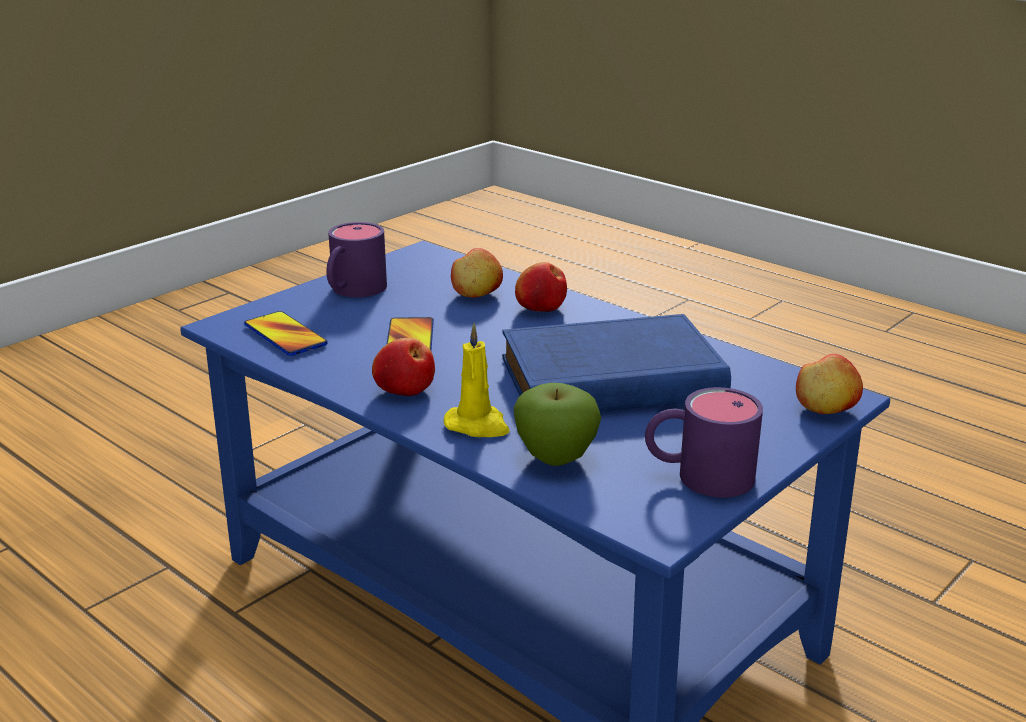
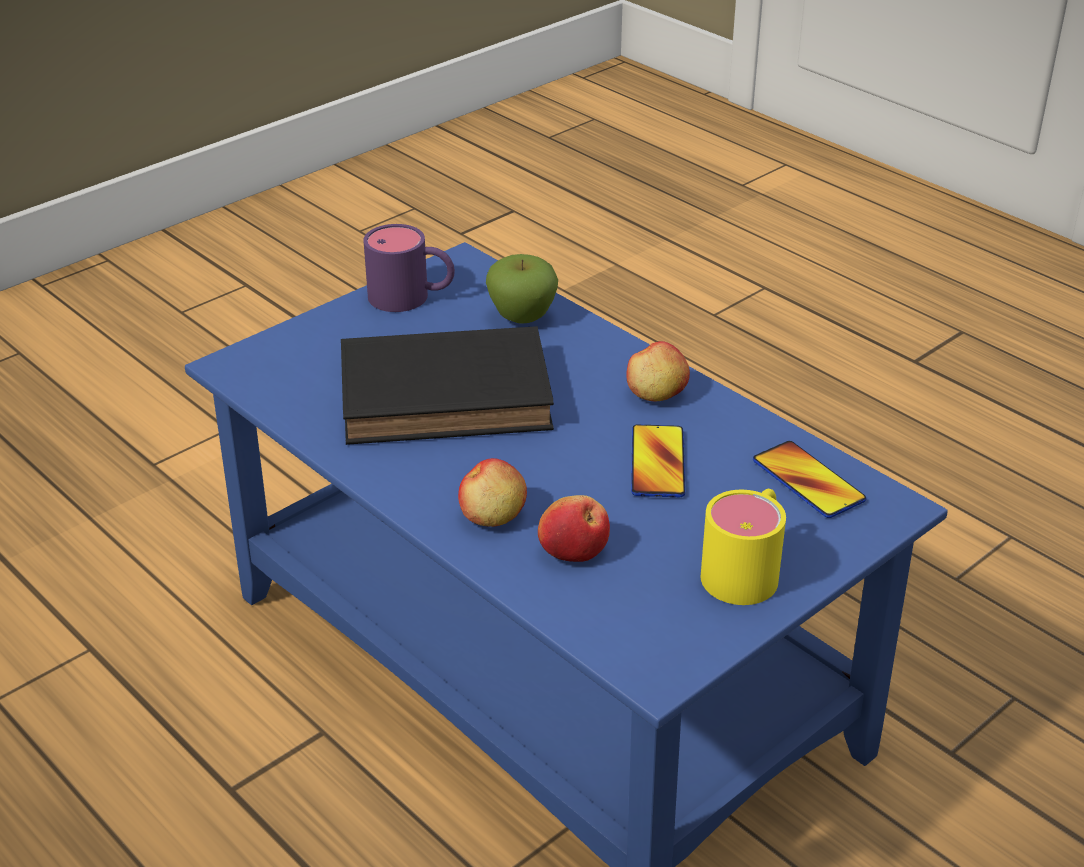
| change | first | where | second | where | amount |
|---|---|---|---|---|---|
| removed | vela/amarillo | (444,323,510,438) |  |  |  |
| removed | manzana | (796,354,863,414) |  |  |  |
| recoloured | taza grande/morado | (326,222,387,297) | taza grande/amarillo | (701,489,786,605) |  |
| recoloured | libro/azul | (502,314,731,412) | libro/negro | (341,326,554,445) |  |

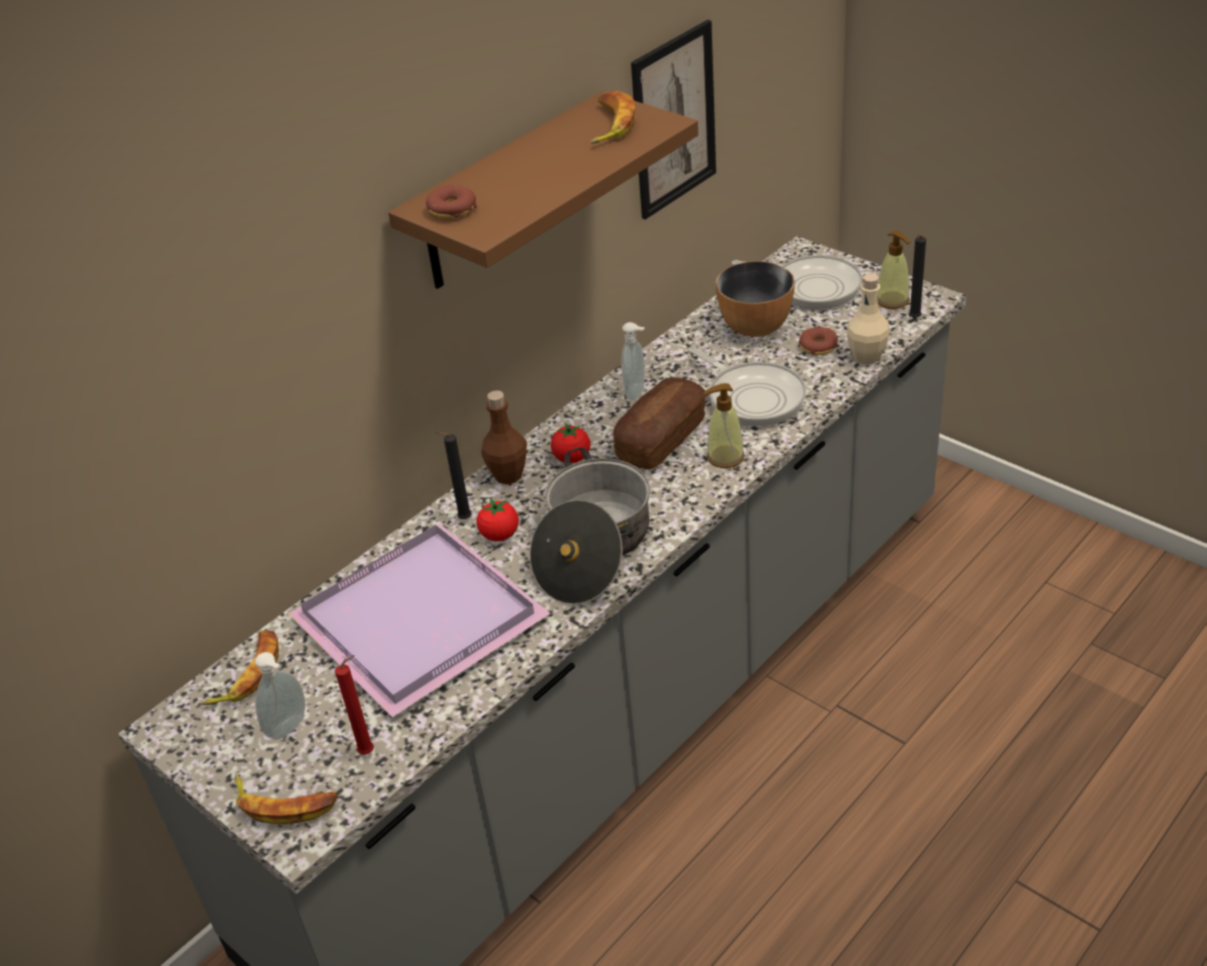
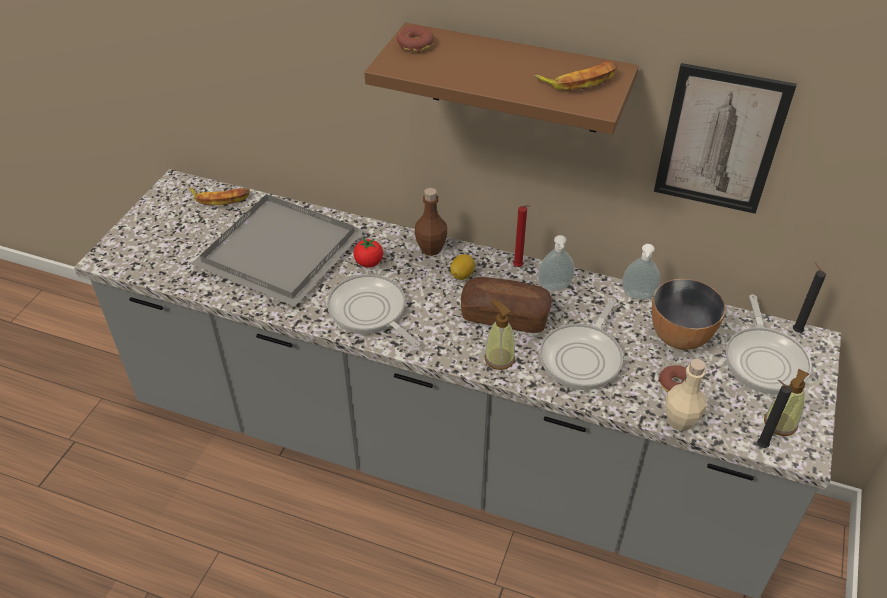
| change | first | where | second | where | amount |
|---|---|---|---|---|---|
| removed | plátano | (235,774,338,824) |  |  |  |
| moved | dispensador de jabón | (255,652,305,740) |  | (622,244,660,300) |  |
| moved | vela/rojo | (335,655,374,755) |  | (513,205,530,267) |  |
| moved | vela/negro | (436,432,472,519) |  | (793,262,826,333) |  |
| replaced | olla | (529,448,650,604) | sartén | (327,274,420,348) |  |
| replaced | tomate | (551,423,590,463) | limón | (450,254,475,280) |  |
| recoloured | bandeja/morado | (288,524,551,717) | bandeja/gris | (191,194,365,307) |  |

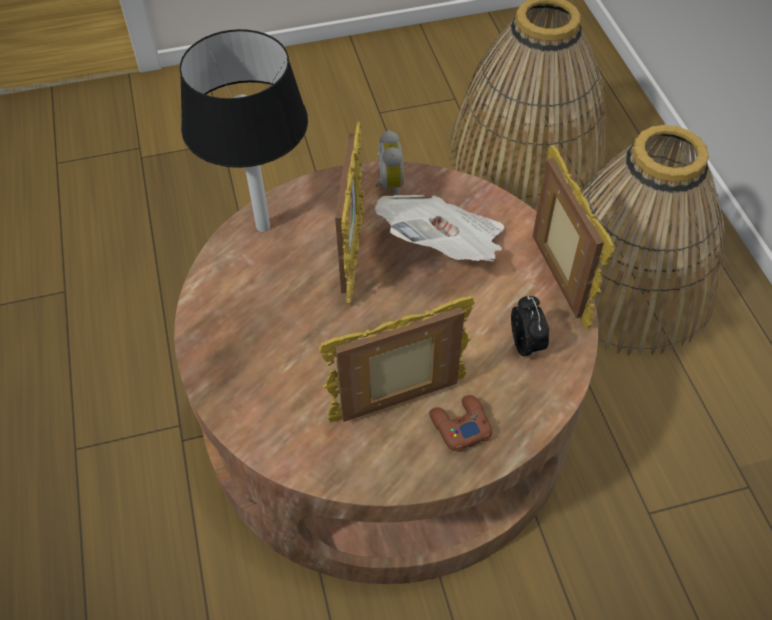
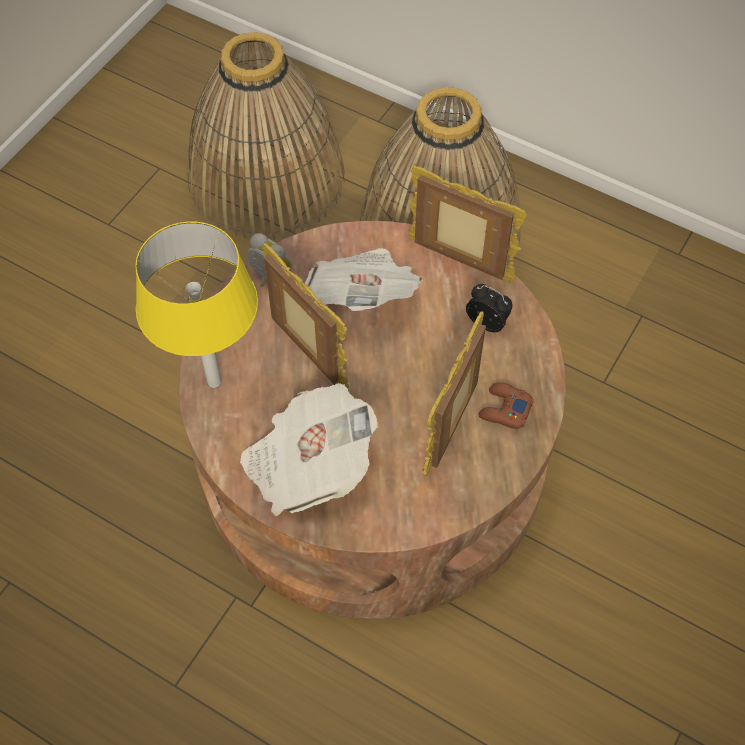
| change | first | where | second | where | amount |
|---|---|---|---|---|---|
| added |  |  | periódico | (240,383,378,516) |  |
| recoloured | lámpara de mesa/negro | (180,29,308,232) | lámpara de mesa/amarillo | (135,222,258,388) |  |

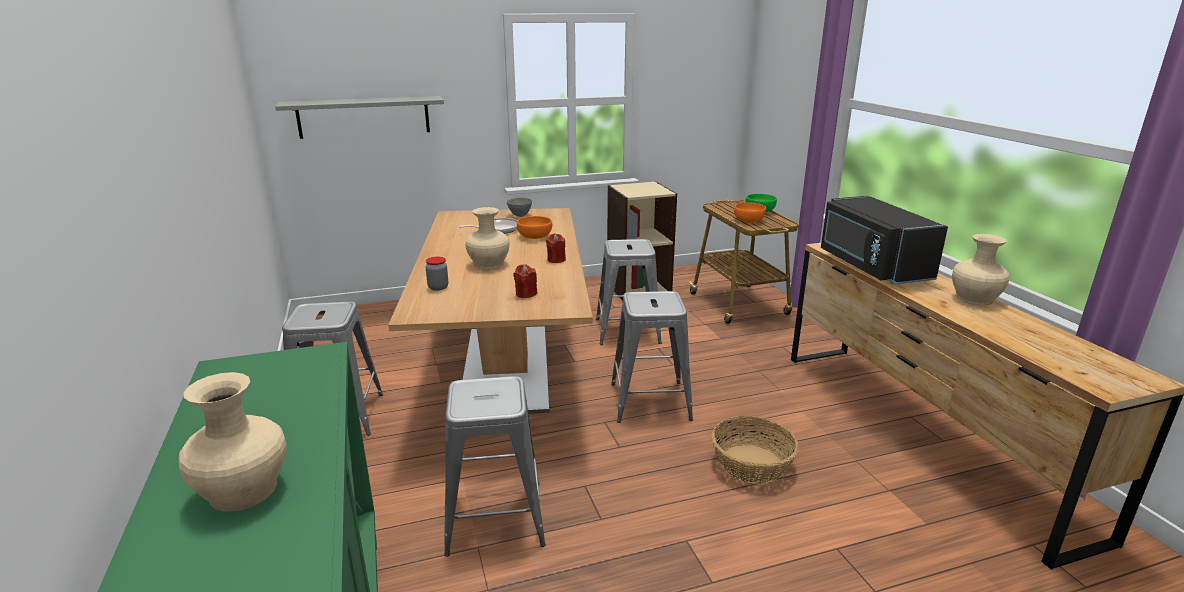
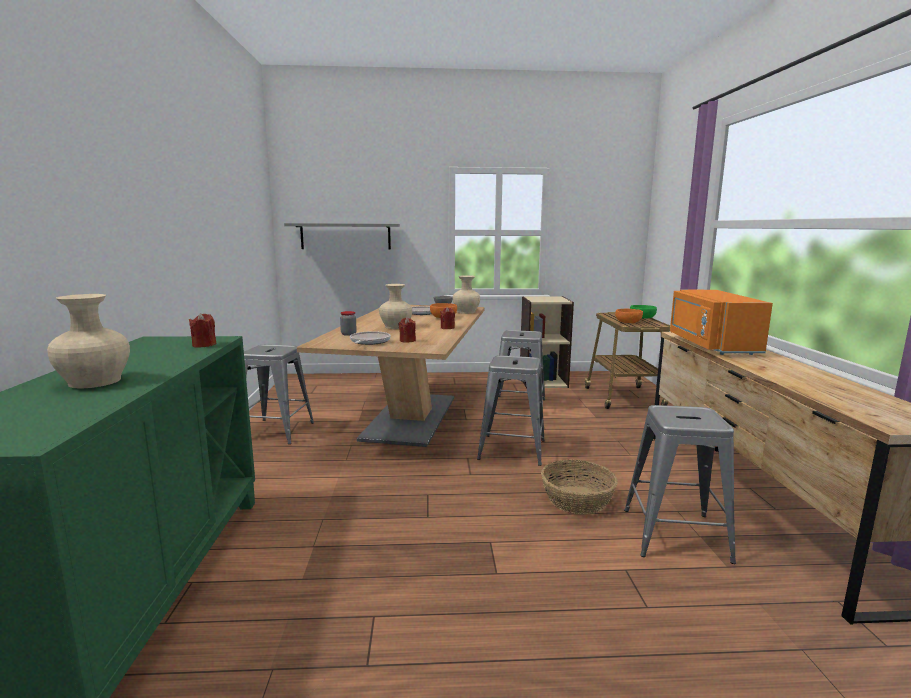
| change | first | where | second | where | amount |
|---|---|---|---|---|---|
| added |  |  | vela/rojo | (189,313,217,347) |  |
| added |  |  | sartén | (350,331,391,345) |  |
| moved | taburete/gris | (444,376,546,557) |  | (624,405,736,564) |  |
| moved | florero/beis | (952,234,1010,305) |  | (453,275,480,314) |  |
| recoloured | microondas/negro | (821,196,948,284) | microondas/naranja | (670,290,773,355) |  |

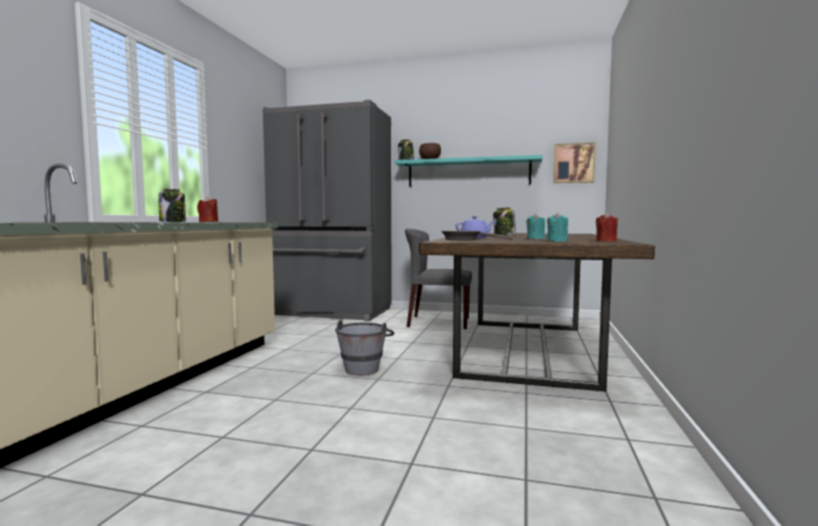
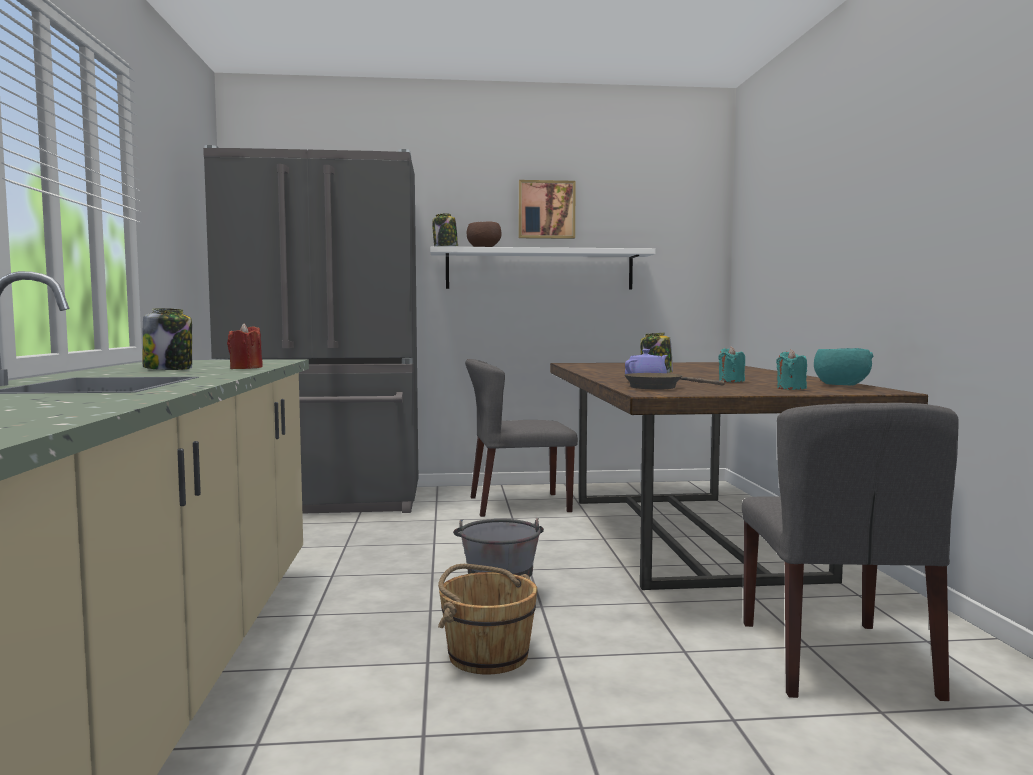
| change | first | where | second | where | amount |
|---|---|---|---|---|---|
| added |  |  | cubo/marrón | (438,564,537,674) |  |
| added |  |  | silla/gris | (742,403,958,701) |  |
| moved | cuadro | (553,142,596,183) |  | (519,180,576,239) |  |
| replaced | vela/rojo | (596,213,618,242) | cuenco/turquesa | (814,348,874,385) |  |
| recoloured | estante/turquesa | (395,155,543,187) | estante/blanco | (430,246,656,290) |  |

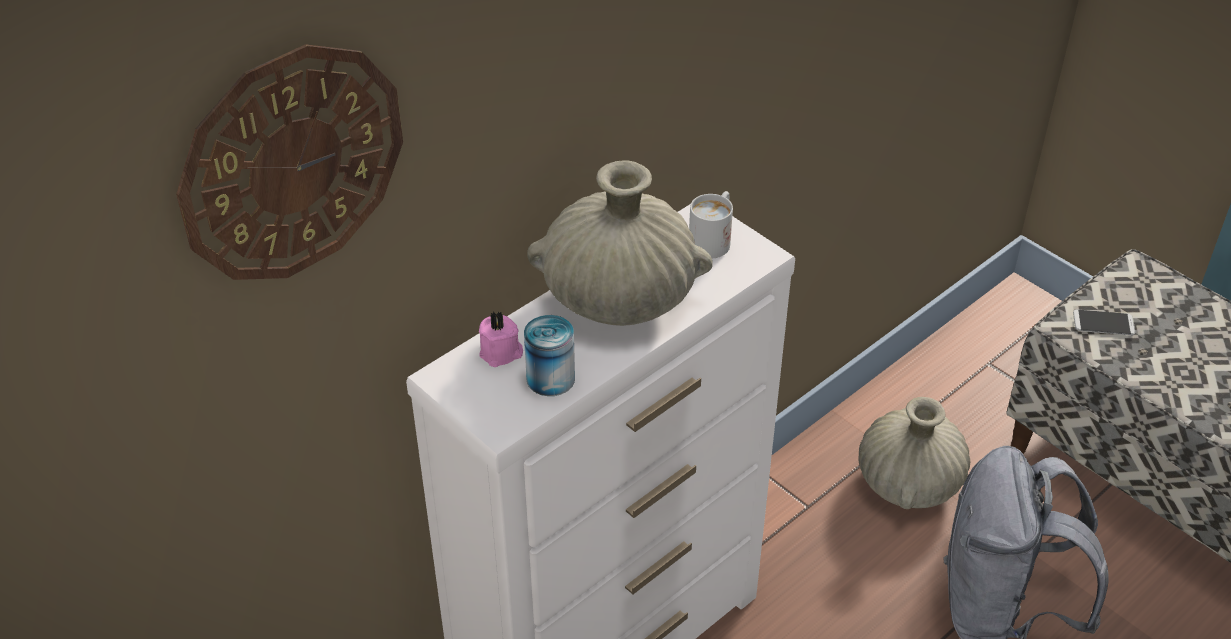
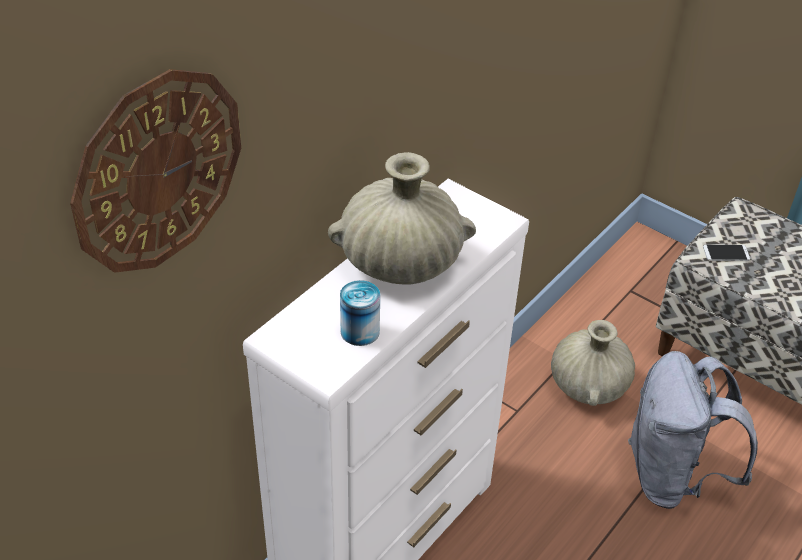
| change | first | where | second | where | amount |
|---|---|---|---|---|---|
| removed | vela/rosa | (479,312,523,367) |  |  |  |
| removed | taza grande/blanco | (689,191,733,258) |  |  |  |

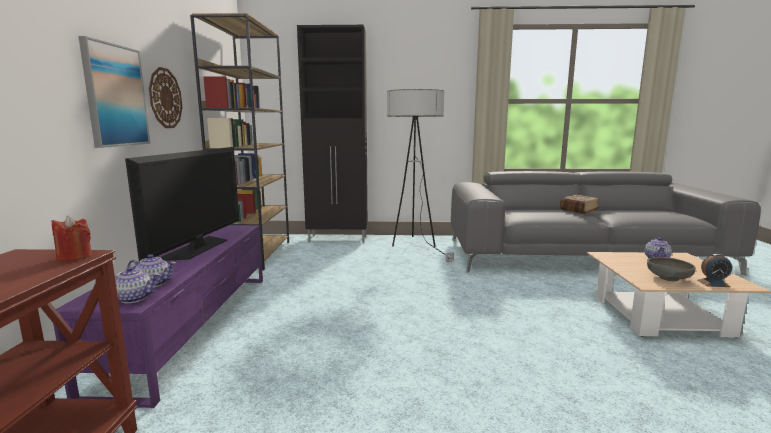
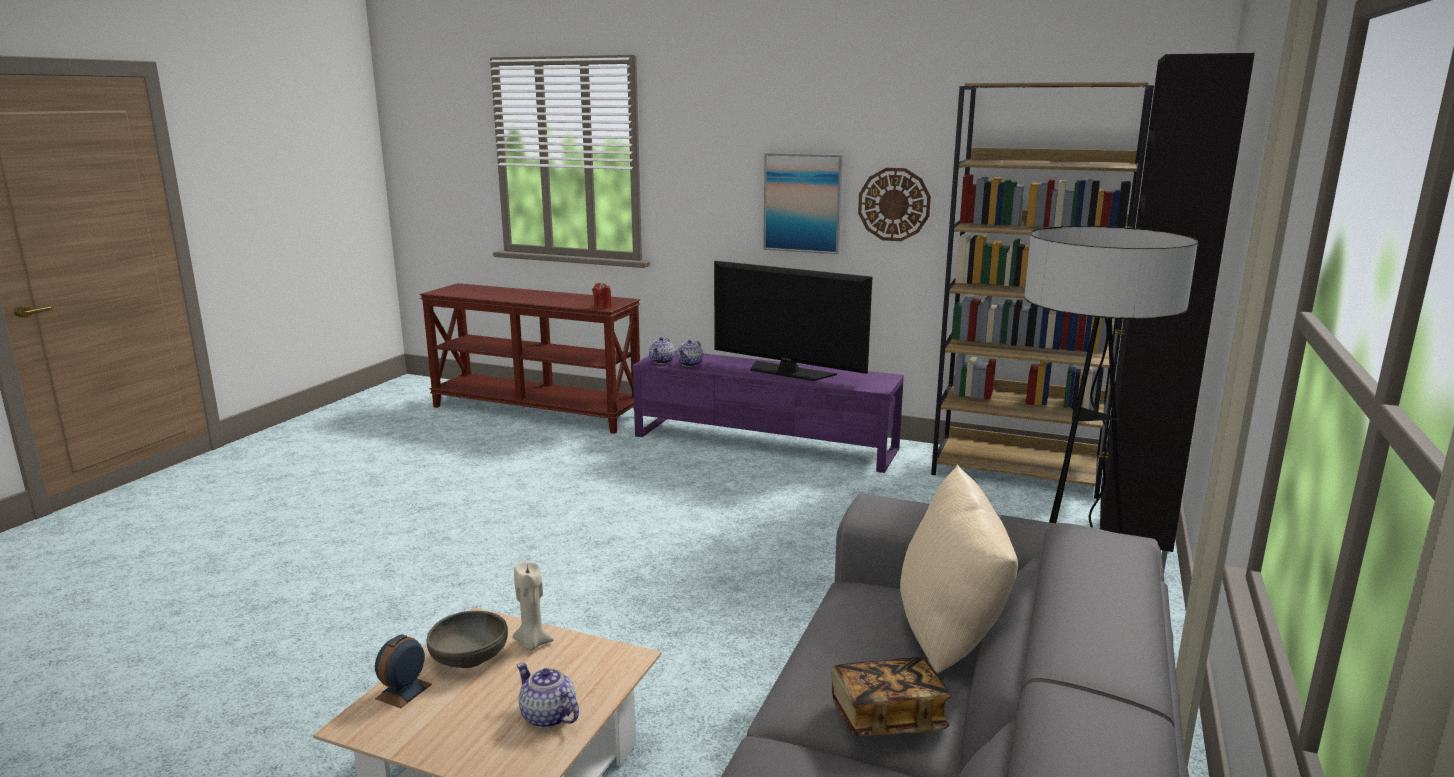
| change | first | where | second | where | amount |
|---|---|---|---|---|---|
| added |  |  | vela/beis | (512,562,554,650) |  |
| added |  |  | cojín/beis | (900,465,1018,673) |  |

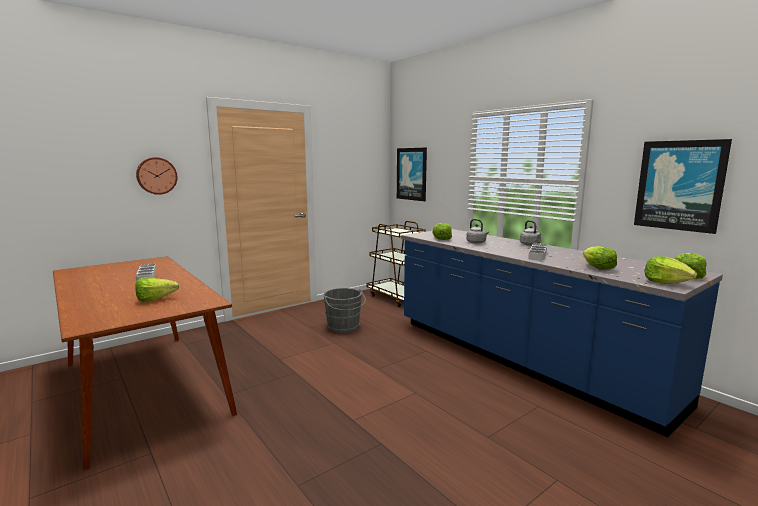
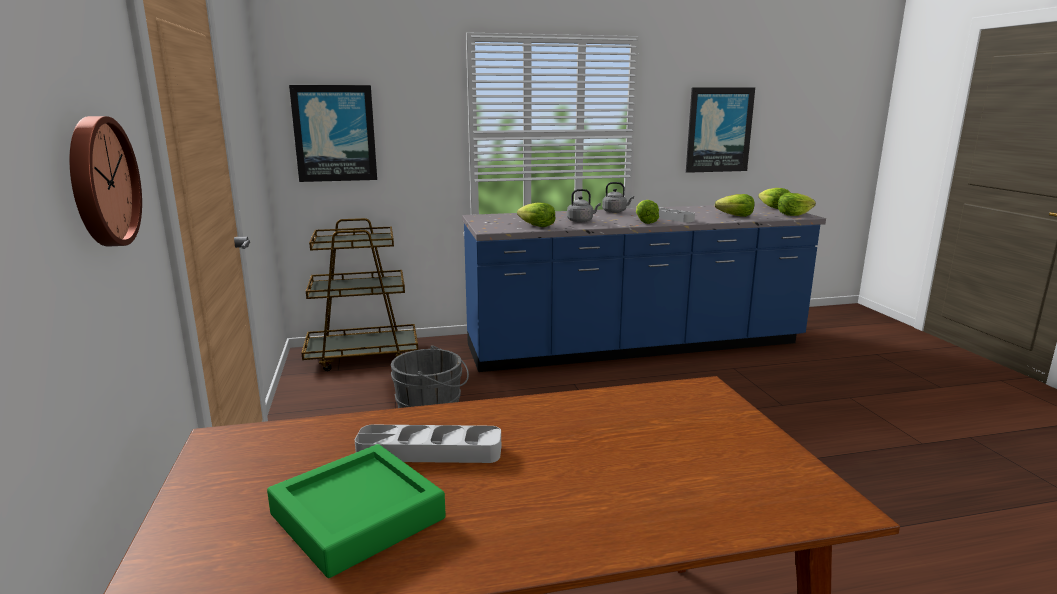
| change | first | where | second | where | amount |
|---|---|---|---|---|---|
| added |  |  | bandeja/verde | (267,444,446,578) |  |
| moved | lechuga | (135,277,179,302) |  | (636,200,659,224) |  |

